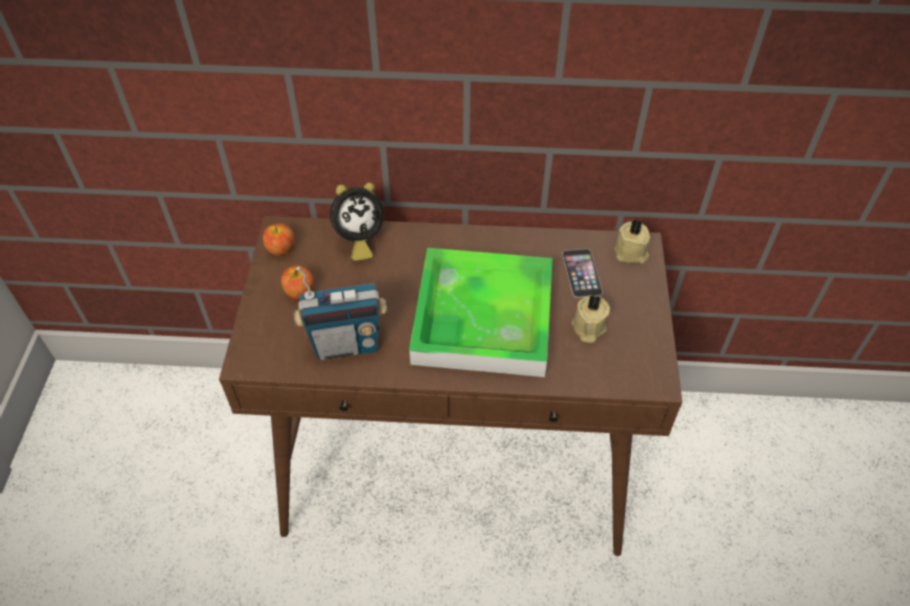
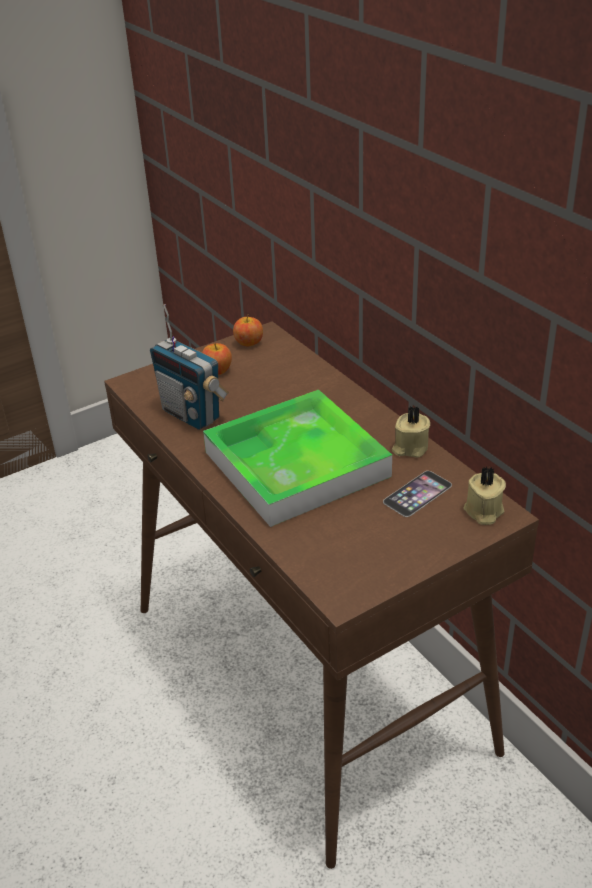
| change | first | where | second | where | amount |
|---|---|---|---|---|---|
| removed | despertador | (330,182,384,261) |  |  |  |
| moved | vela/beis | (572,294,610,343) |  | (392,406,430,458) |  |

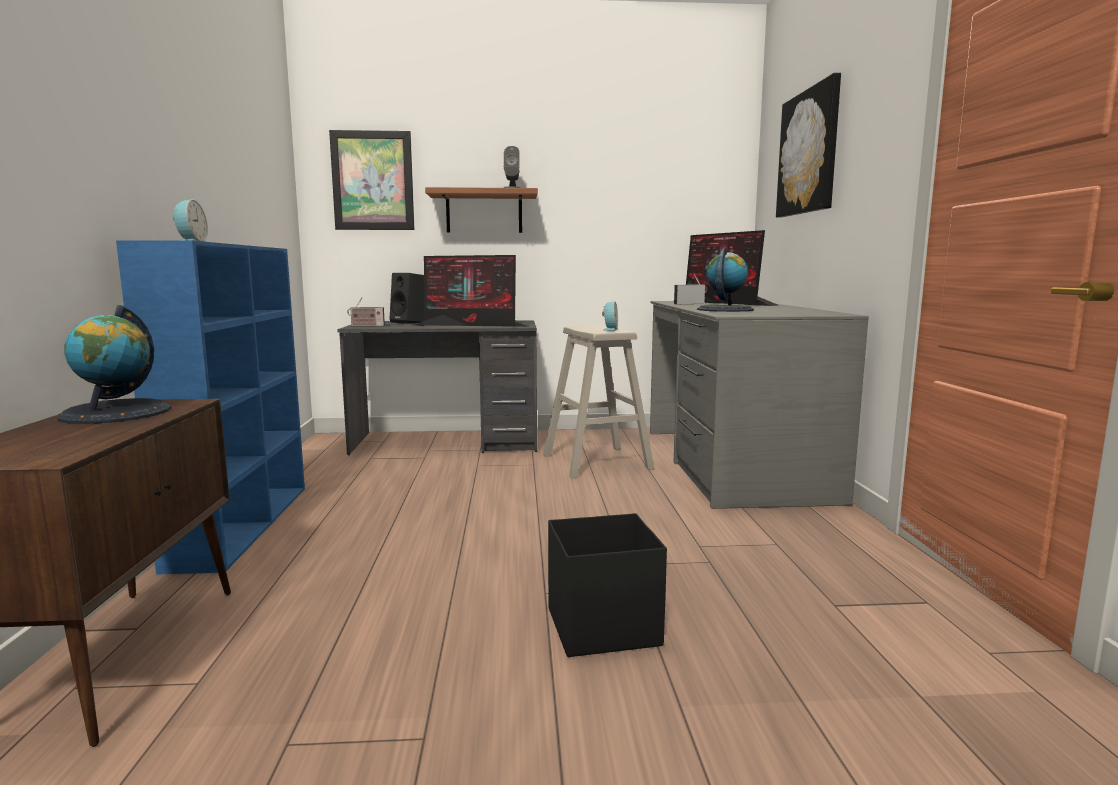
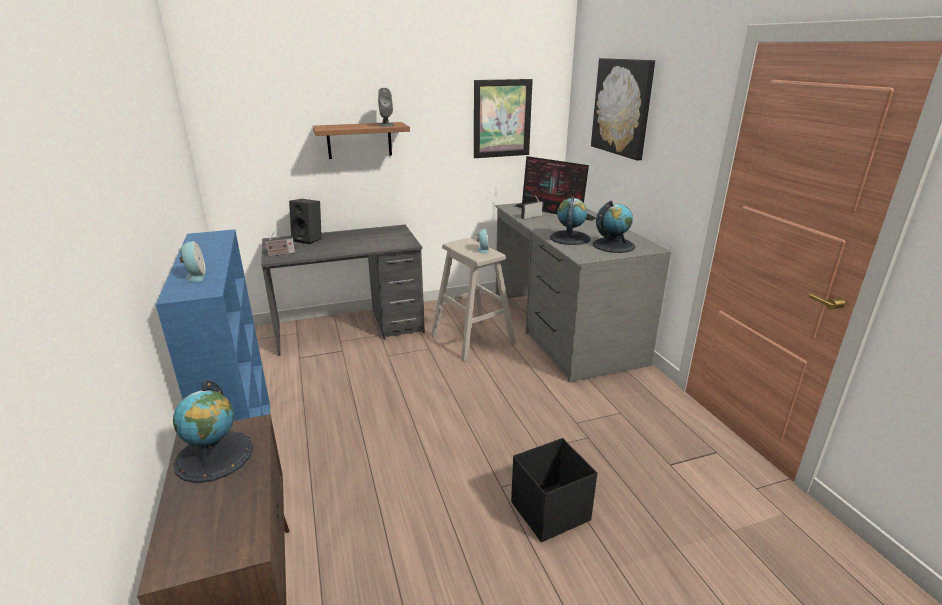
| change | first | where | second | where | amount |
|---|---|---|---|---|---|
| removed | monitor | (414,255,531,327) |  |  |  |
| added |  |  | globo terráqueo | (593,200,635,253) |  |
| moved | cuadro | (329,130,415,230) |  | (474,79,533,158) |  |

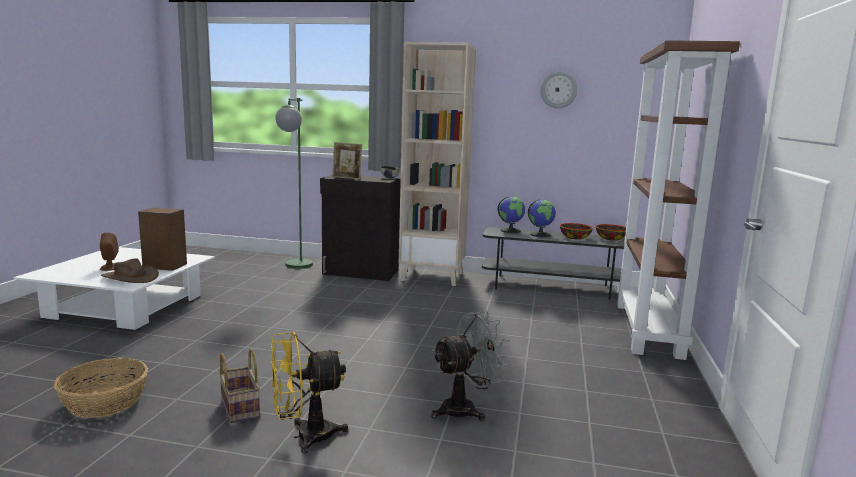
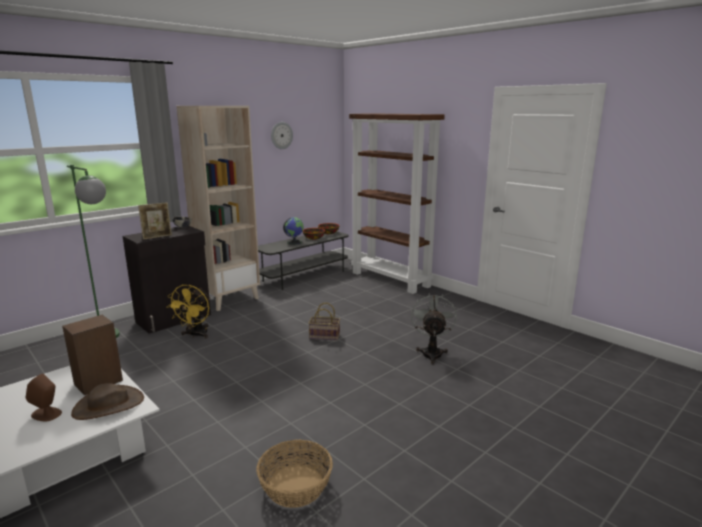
| change | first | where | second | where | amount |
|---|---|---|---|---|---|
| removed | globo terráqueo | (497,197,525,233) |  |  |  |
| moved | cesta | (219,348,260,423) |  | (308,303,340,340) |  |
| moved | ventilador/amarillo | (271,332,348,454) |  | (166,284,210,338) |  |

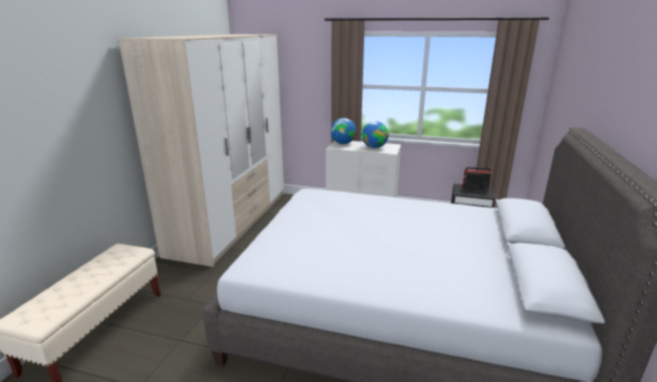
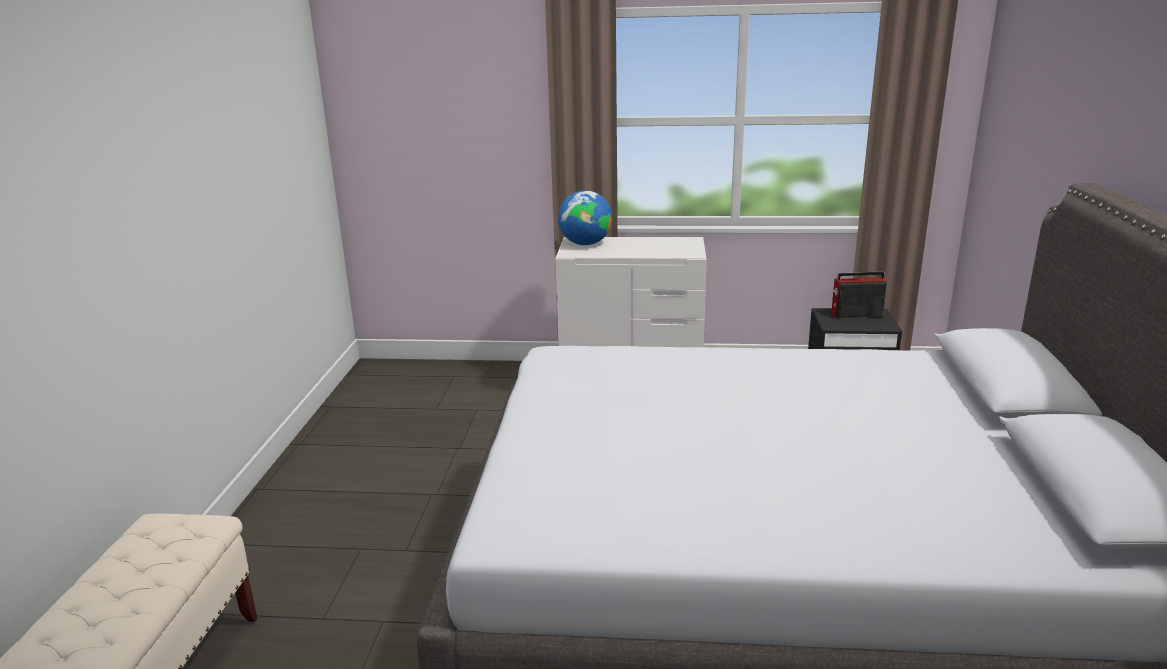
| change | first | where | second | where | amount |
|---|---|---|---|---|---|
| removed | armario ropero | (118,34,284,267) |  |  |  |
| removed | globo terráqueo | (362,121,389,148) |  |  |  |

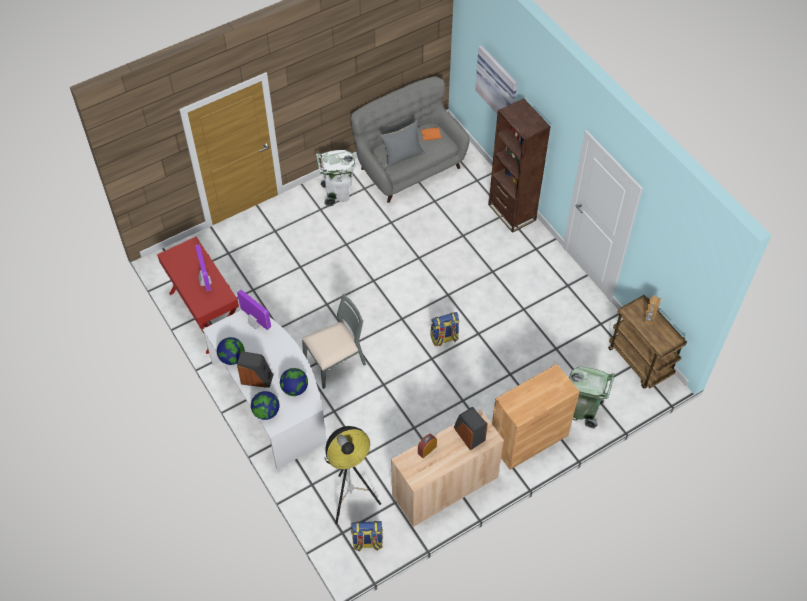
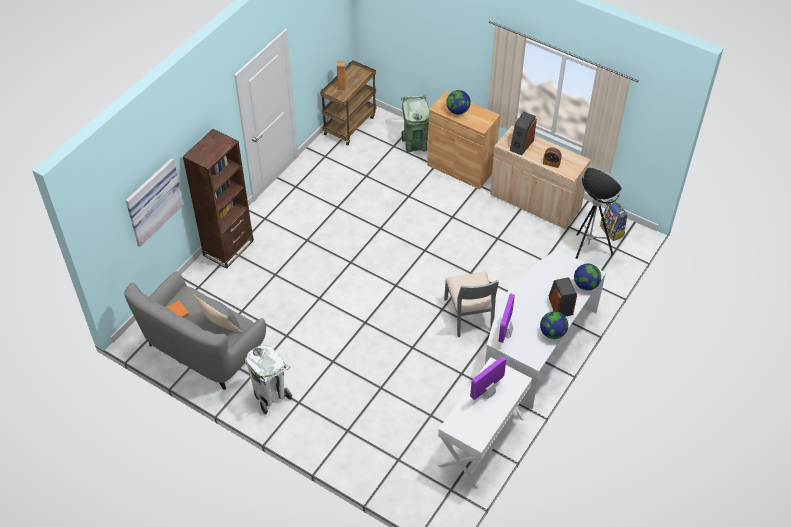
| change | first | where | second | where | amount |
|---|---|---|---|---|---|
| removed | mochila | (430,312,459,347) |  |  |  |
| moved | globo terráqueo | (280,368,308,396) |  | (446,90,471,115) |  |
| recoloured | mesa consola/rojo | (157,237,239,354) | mesa consola/blanco | (437,357,532,489) |  |
| turned | silla/gris | (302,294,366,389) |  | (444,272,499,337) | 135 degrees counterclockwise |

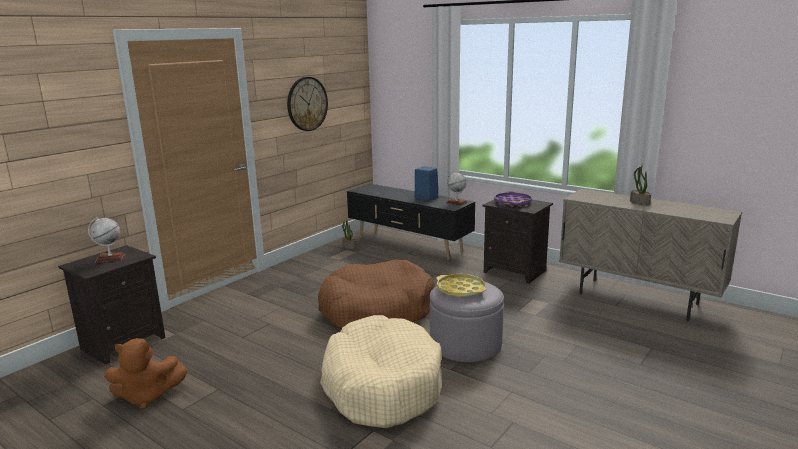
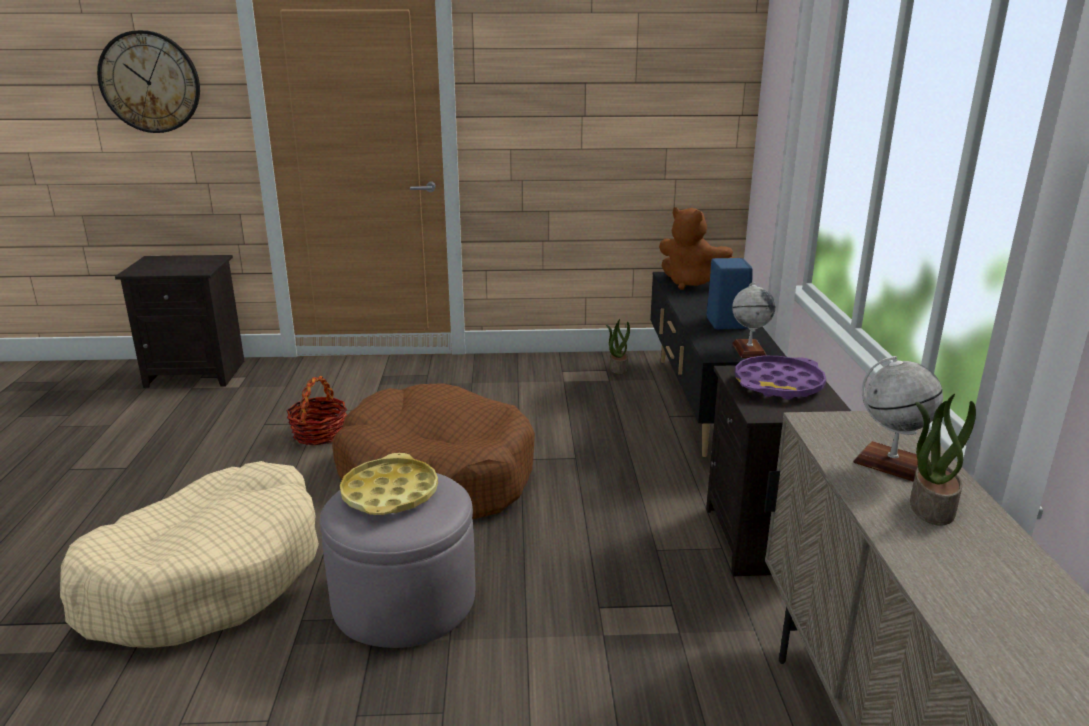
| change | first | where | second | where | amount |
|---|---|---|---|---|---|
| added |  |  | cesta | (287,376,347,445) |  |
| moved | globo terráqueo | (88,217,125,263) |  | (853,356,943,482) |  |
| moved | peluche/marrón | (104,338,187,409) |  | (659,207,735,290) |  |
| moved | reloj de pared | (287,77,328,131) |  | (97,30,200,133) |  |

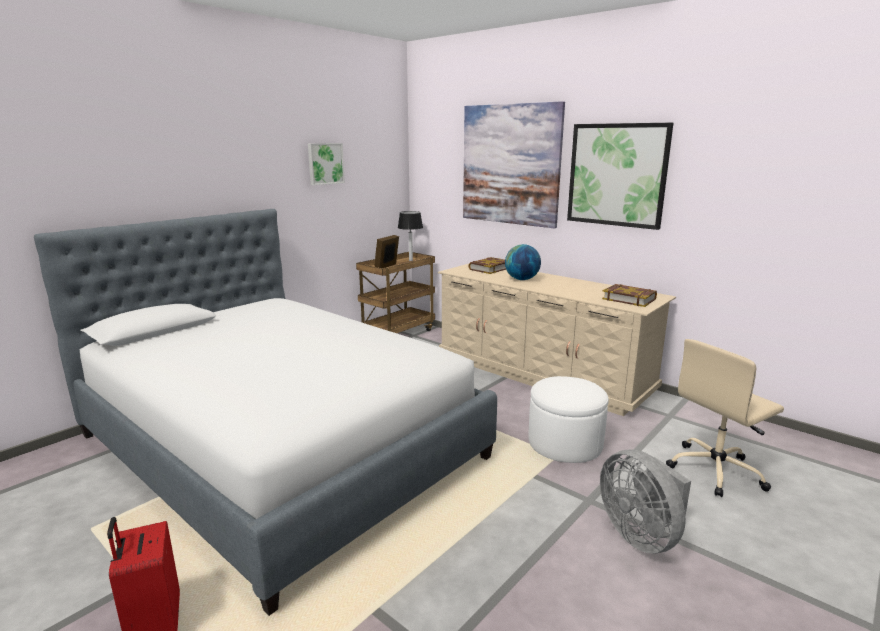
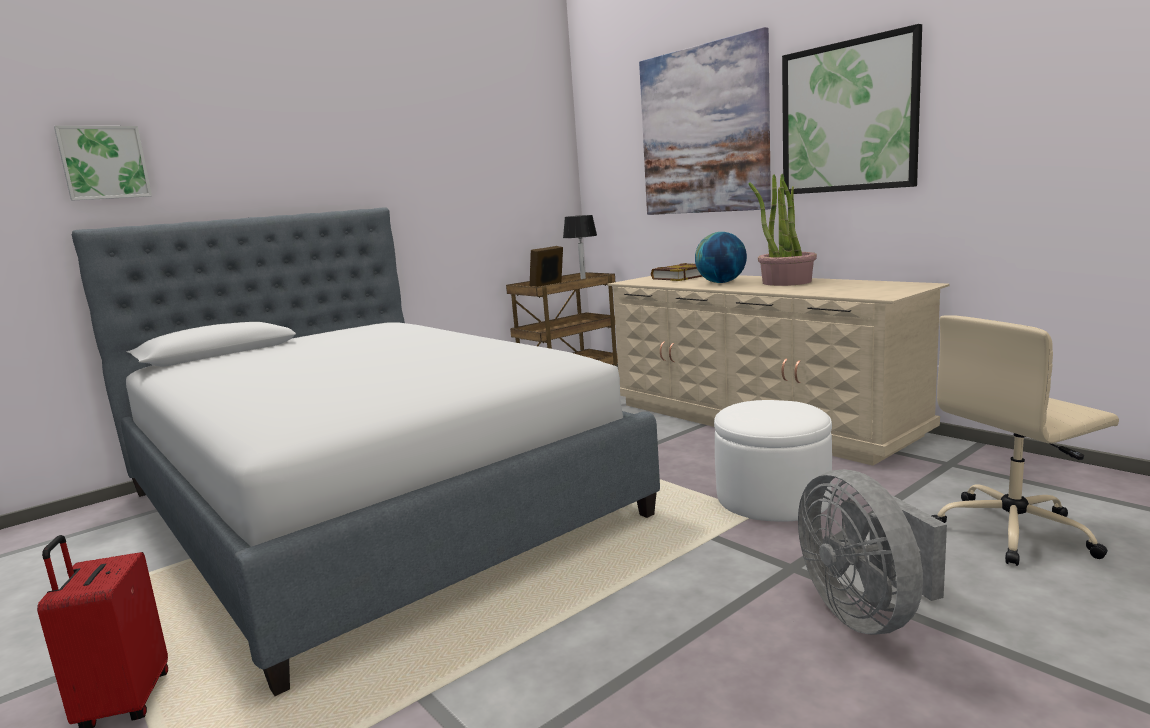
| change | first | where | second | where | amount |
|---|---|---|---|---|---|
| removed | libro | (602,284,657,307) |  |  |  |
| added |  |  | planta en maceta | (749,174,817,286) |  |
| moved | cuadro | (308,143,345,185) |  | (54,126,152,201) |  |

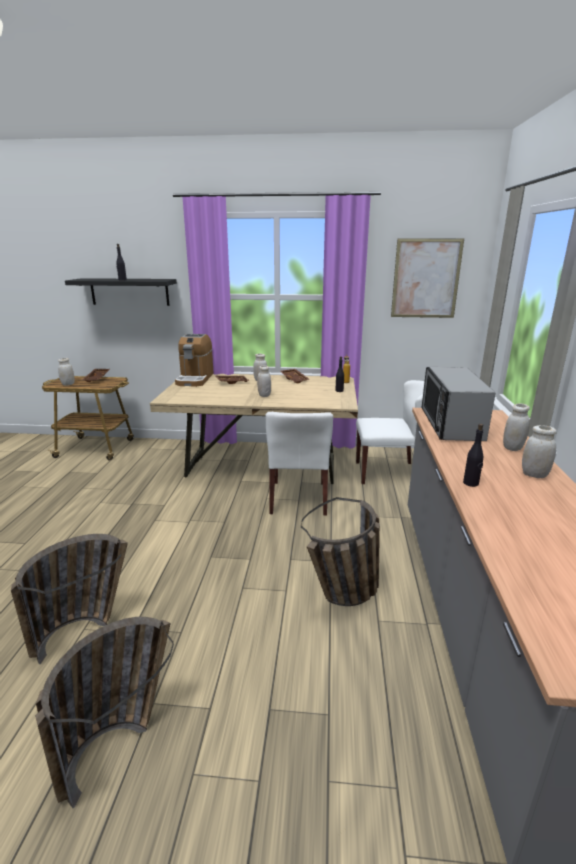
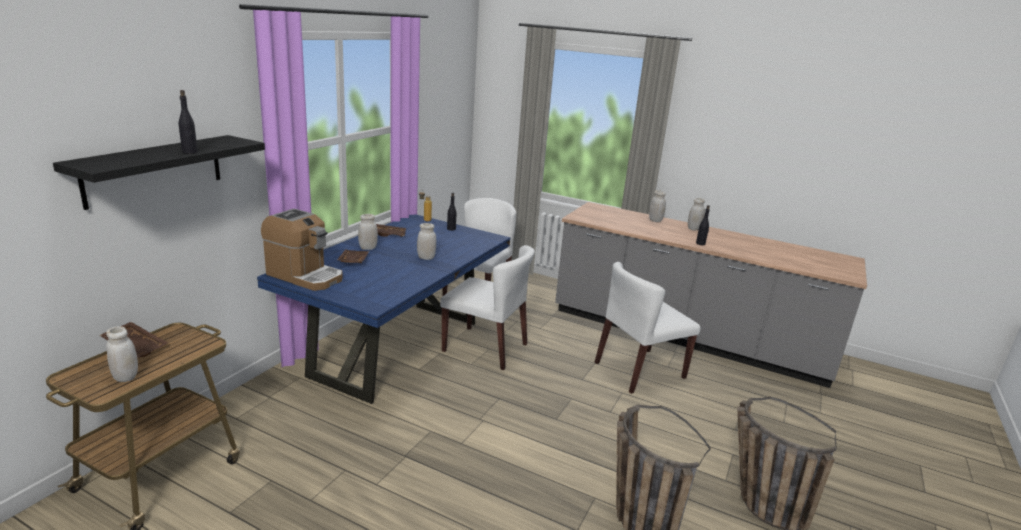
| change | first | where | second | where | amount |
|---|---|---|---|---|---|
| removed | cuadro | (391,239,464,318) |  |  |  |
| removed | microondas | (422,367,495,441) |  |  |  |
| replaced | cesta | (301,497,380,606) | silla/blanco | (595,262,701,394) |  |
| recoloured | mesa de comedor/beis | (150,374,358,484) | mesa de comedor/azul | (257,215,510,404) |  |

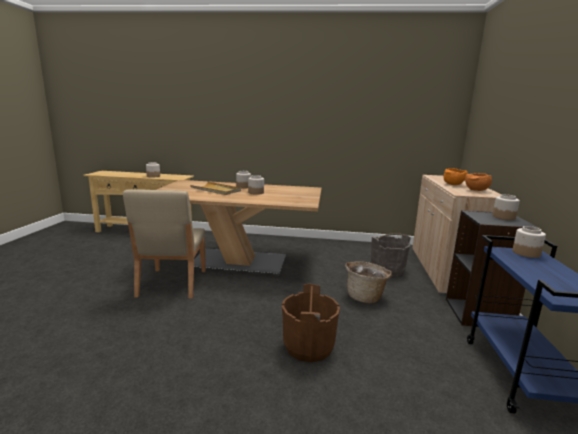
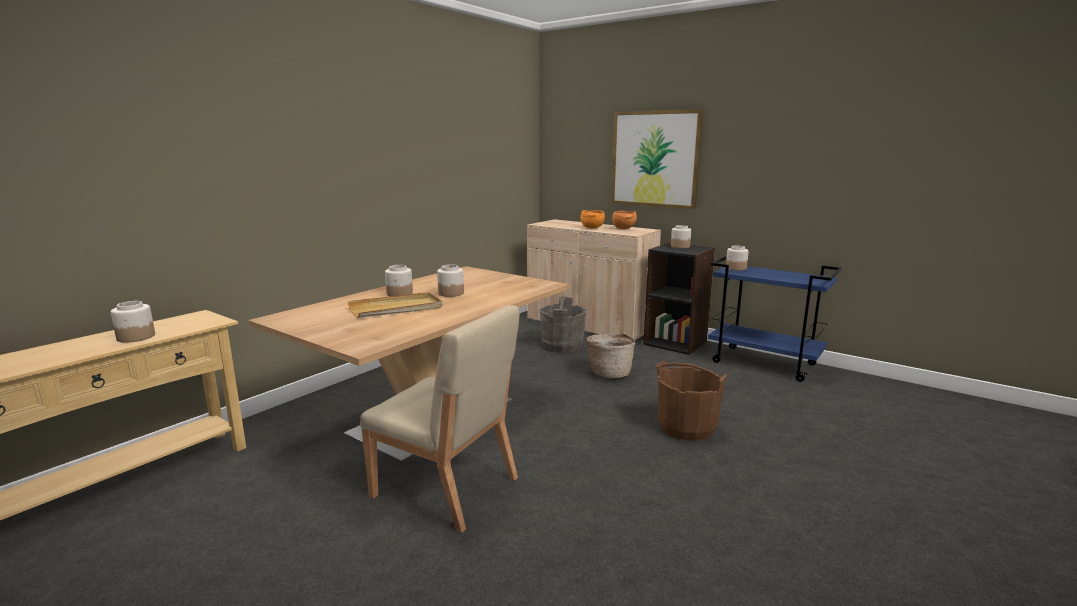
| change | first | where | second | where | amount |
|---|---|---|---|---|---|
| added |  |  | cuadro | (611,109,703,209) |  |

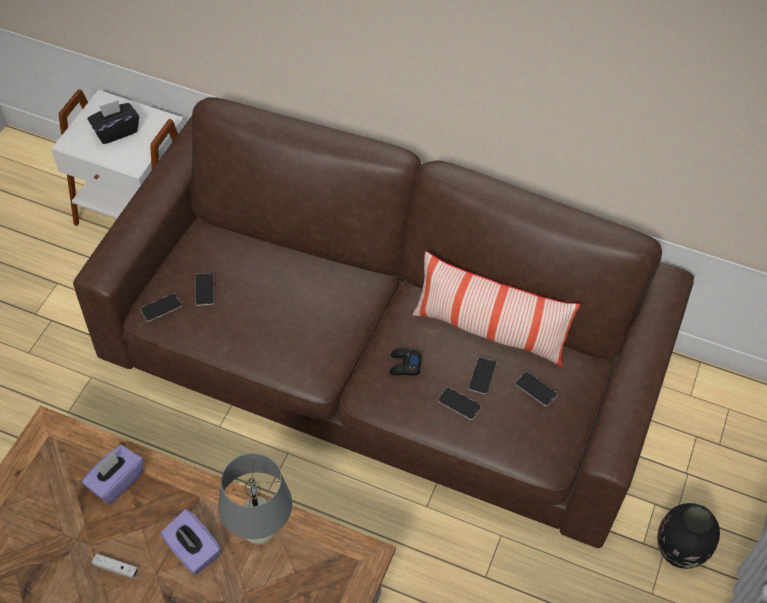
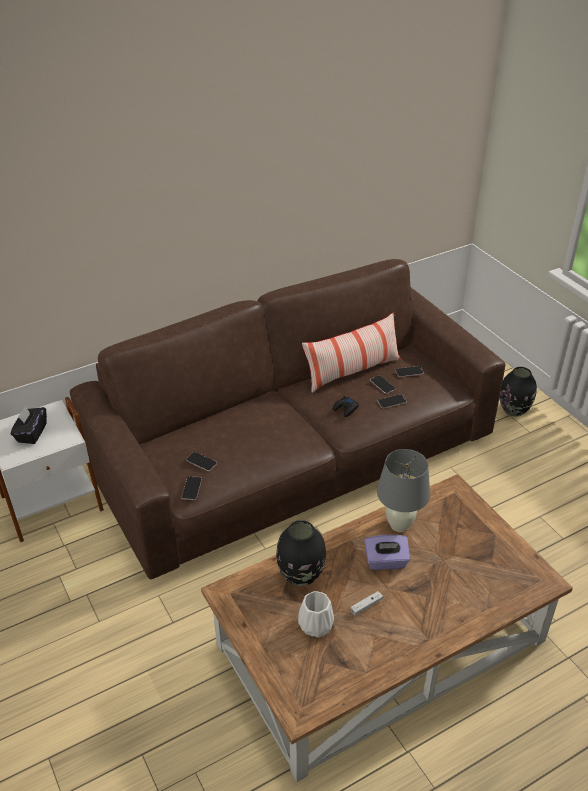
| change | first | where | second | where | amount |
|---|---|---|---|---|---|
| added |  |  | florero/blanco | (298,591,334,638) |  |
| replaced | caja de pañuelos/morado | (82,445,144,505) | florero/negro | (276,520,326,586) |  |

